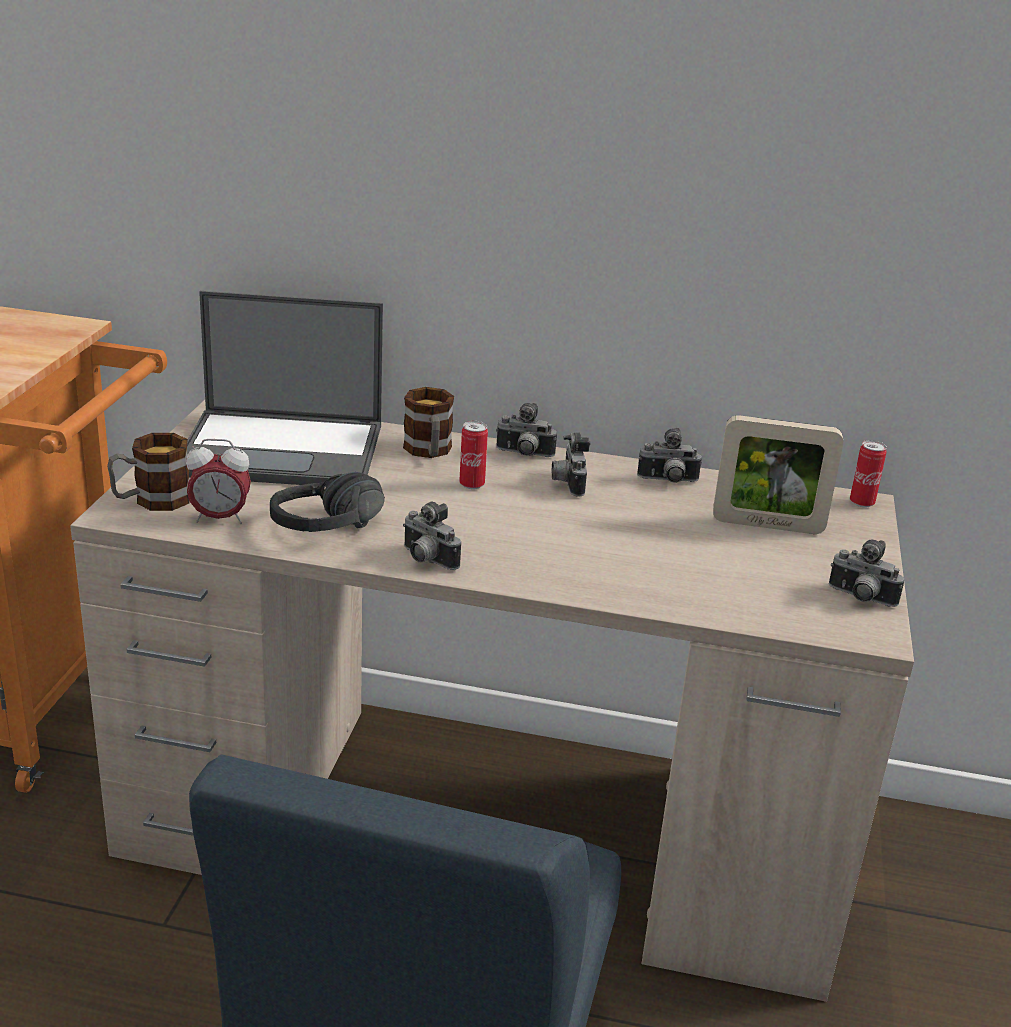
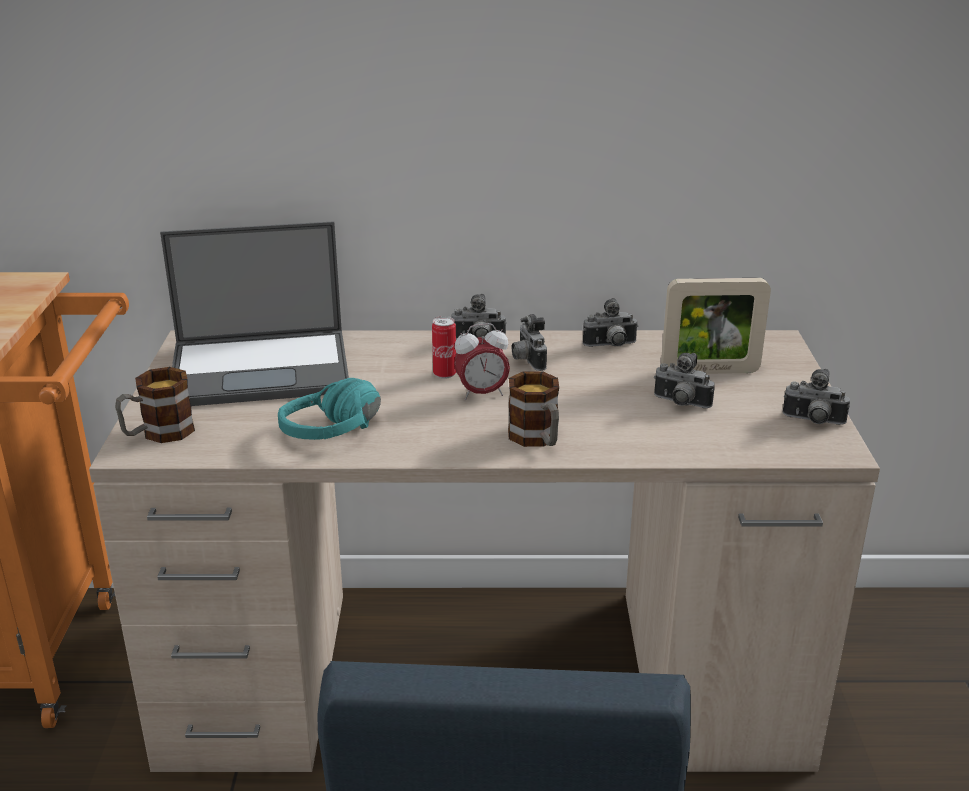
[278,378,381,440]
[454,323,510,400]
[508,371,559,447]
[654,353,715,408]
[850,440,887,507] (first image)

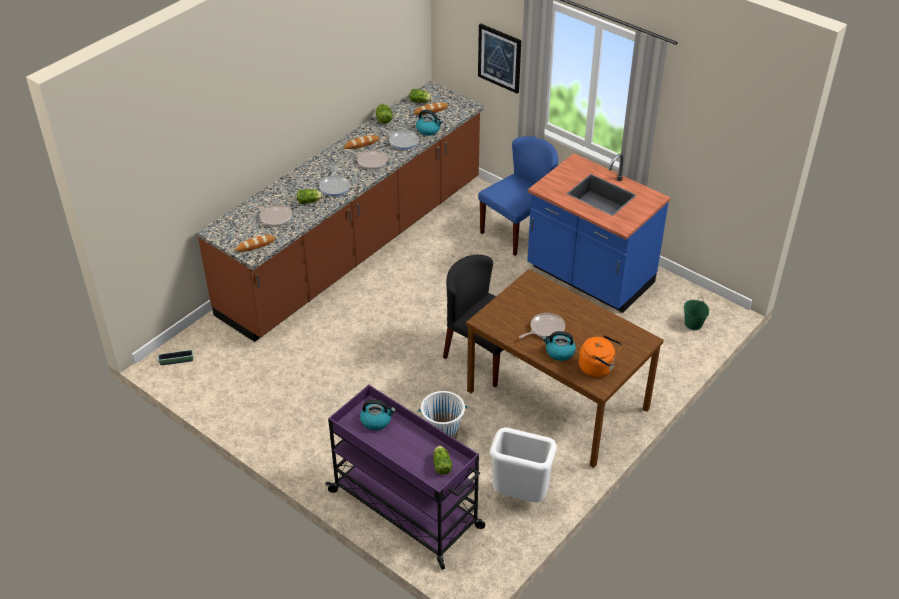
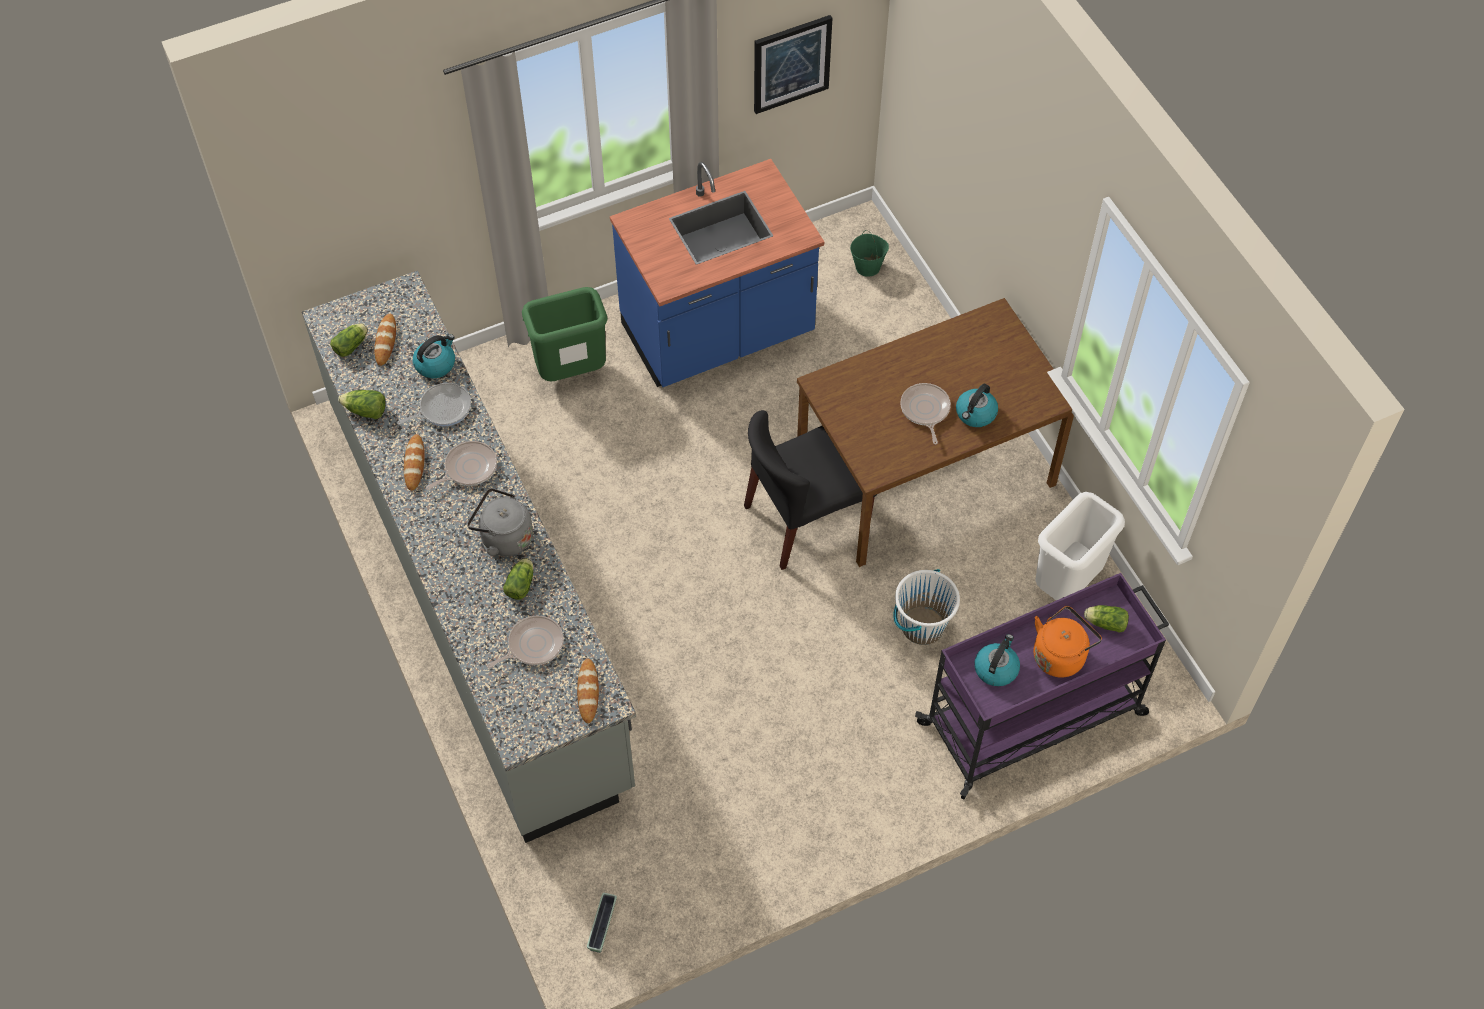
[302,271,636,843]
[467,488,533,556]
[522,287,608,381]
[754,15,832,114]
[1033,606,1102,678]

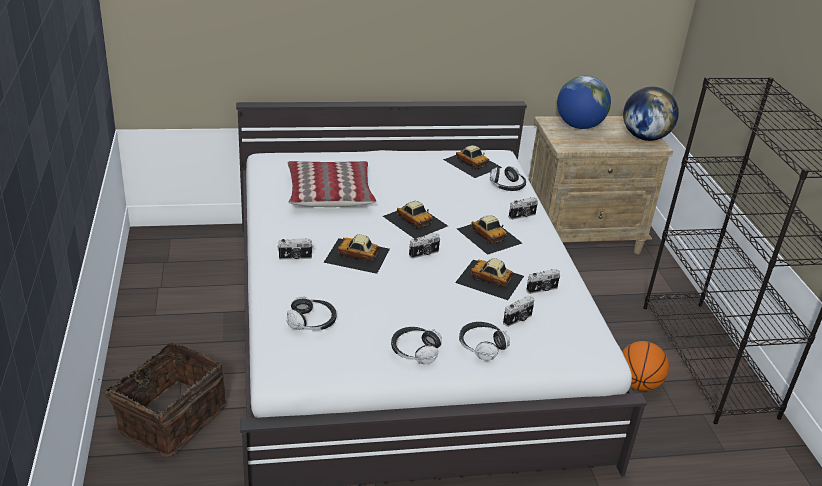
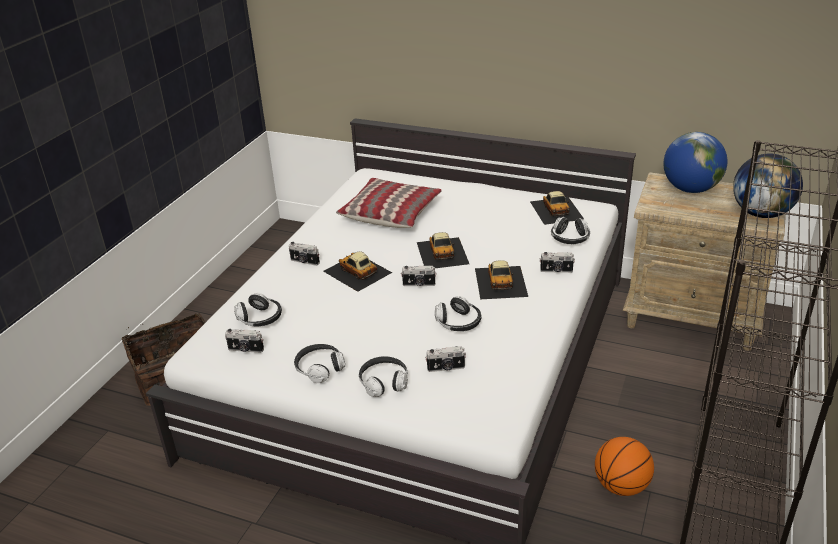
[225,329,264,353]
[435,296,482,332]

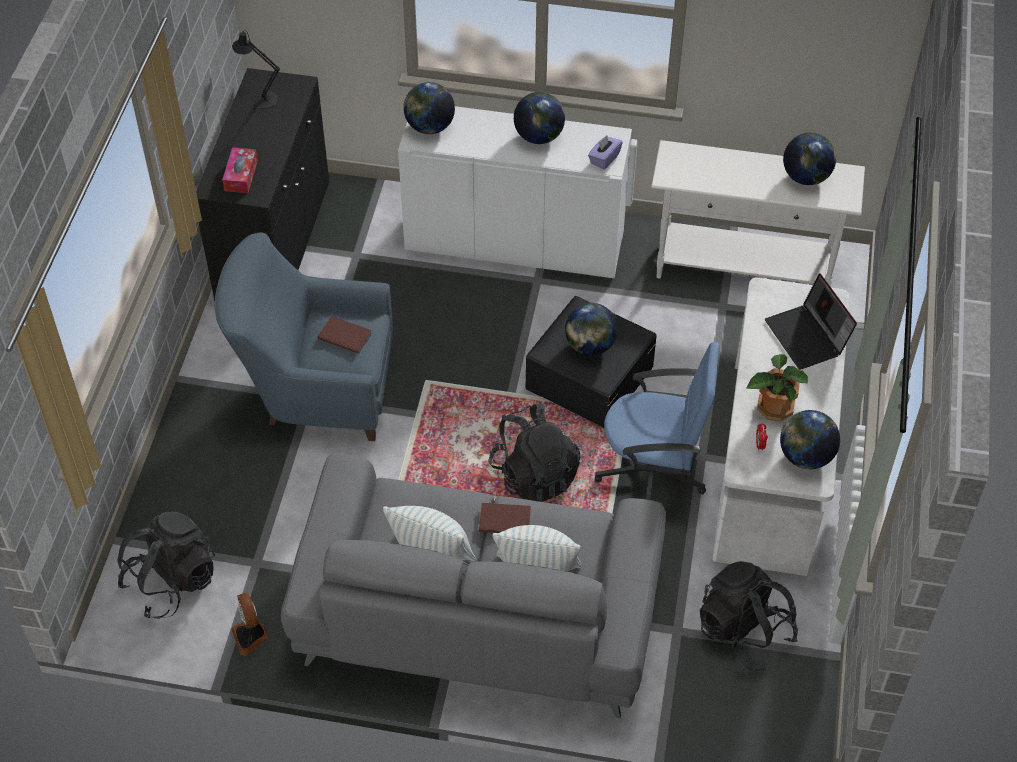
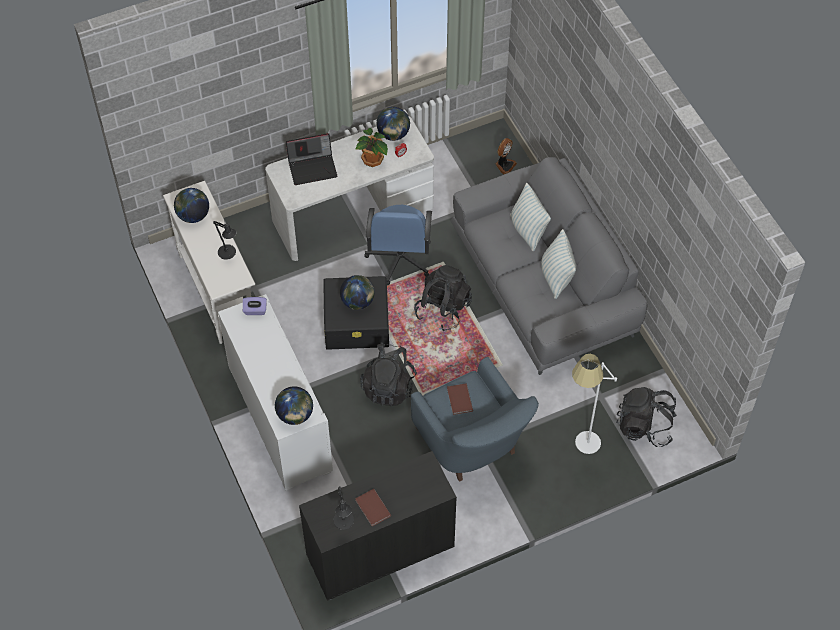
[213,221,236,260]
[286,133,337,185]
[355,489,391,526]
[360,342,417,406]
[364,205,432,285]
[495,138,517,175]
[572,354,617,454]
[222,147,258,193] (first image)
[514,92,565,144] (first image)

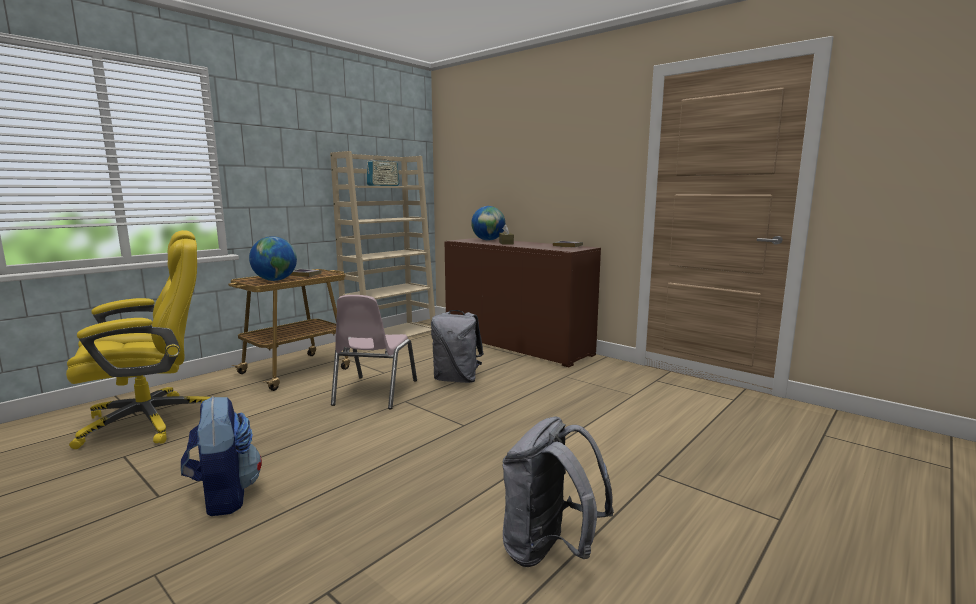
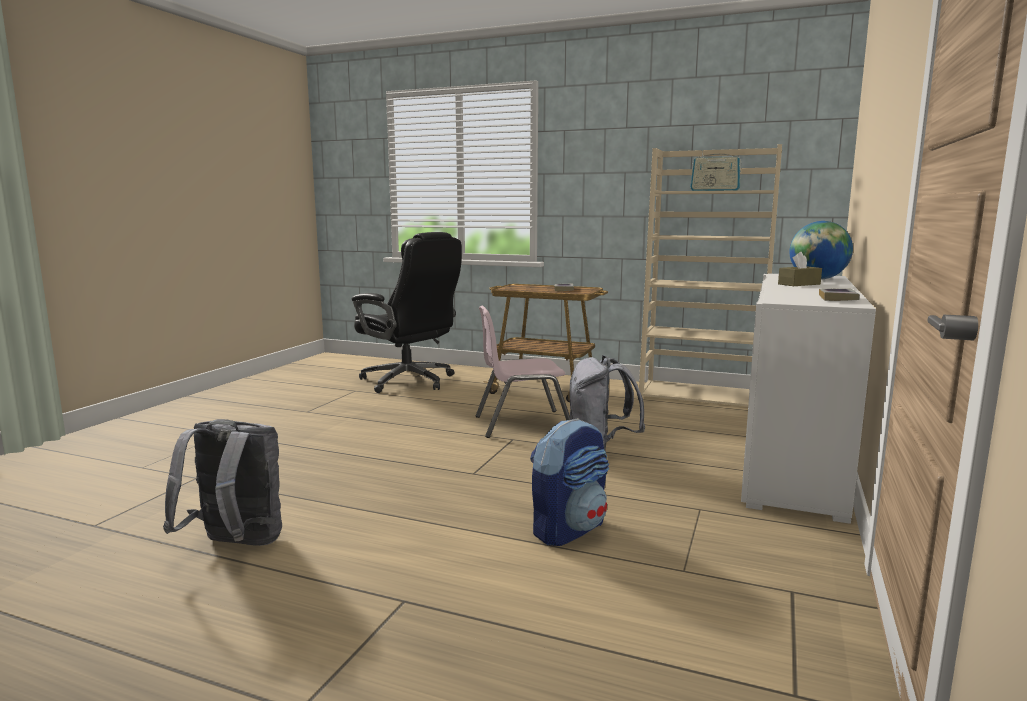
[352,232,462,393]
[530,418,609,546]
[741,273,876,524]
[249,236,297,281] (first image)

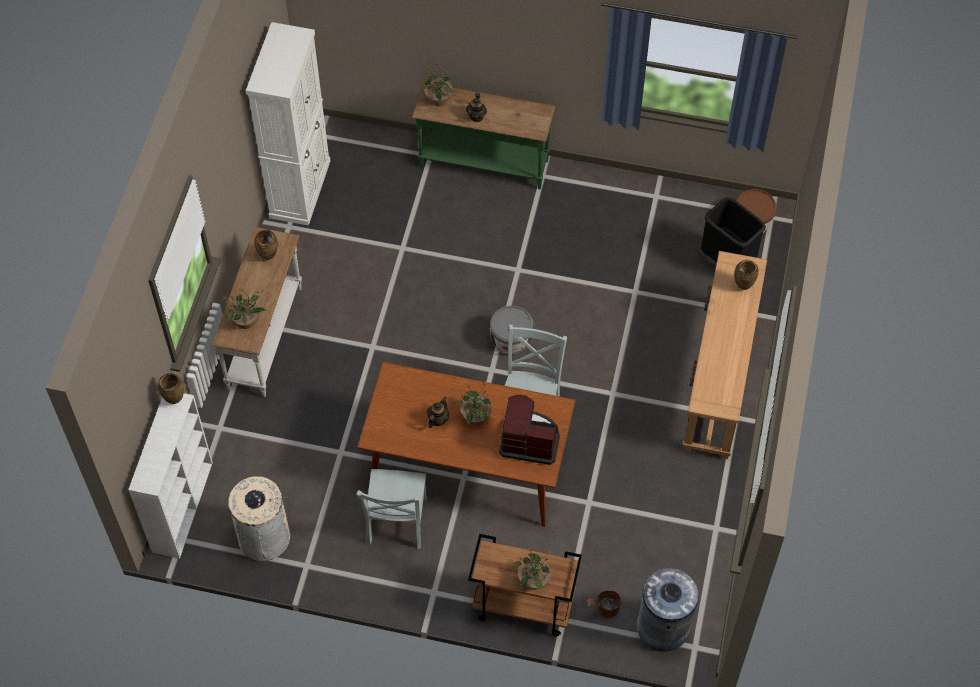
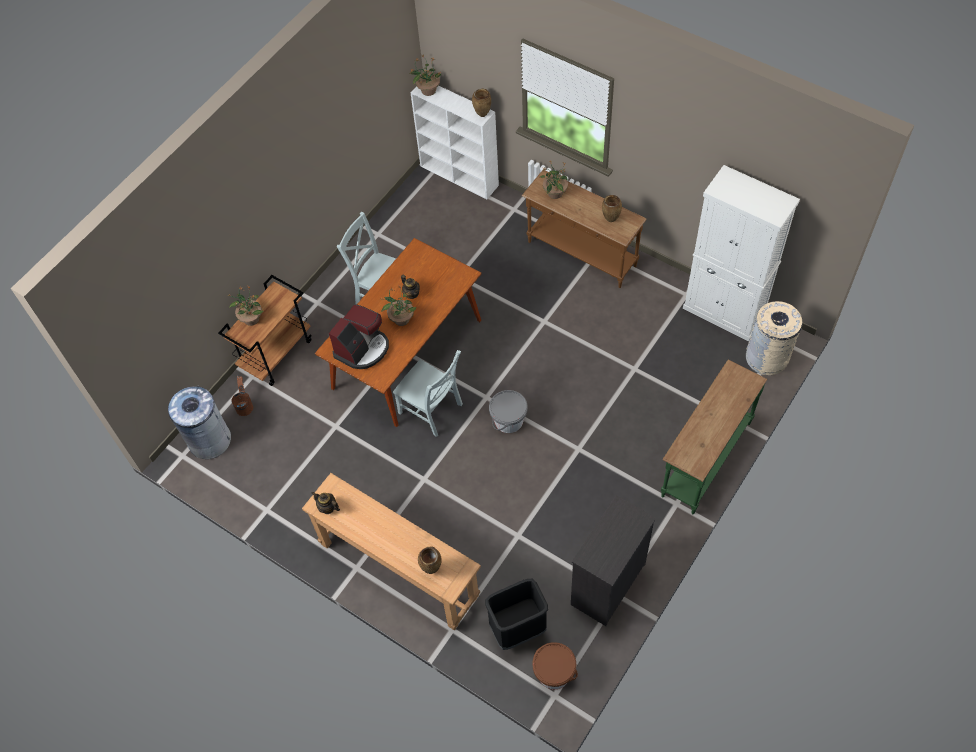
[312,492,340,514]
[409,54,441,96]
[522,170,647,288]
[571,495,656,626]
[746,301,803,375]

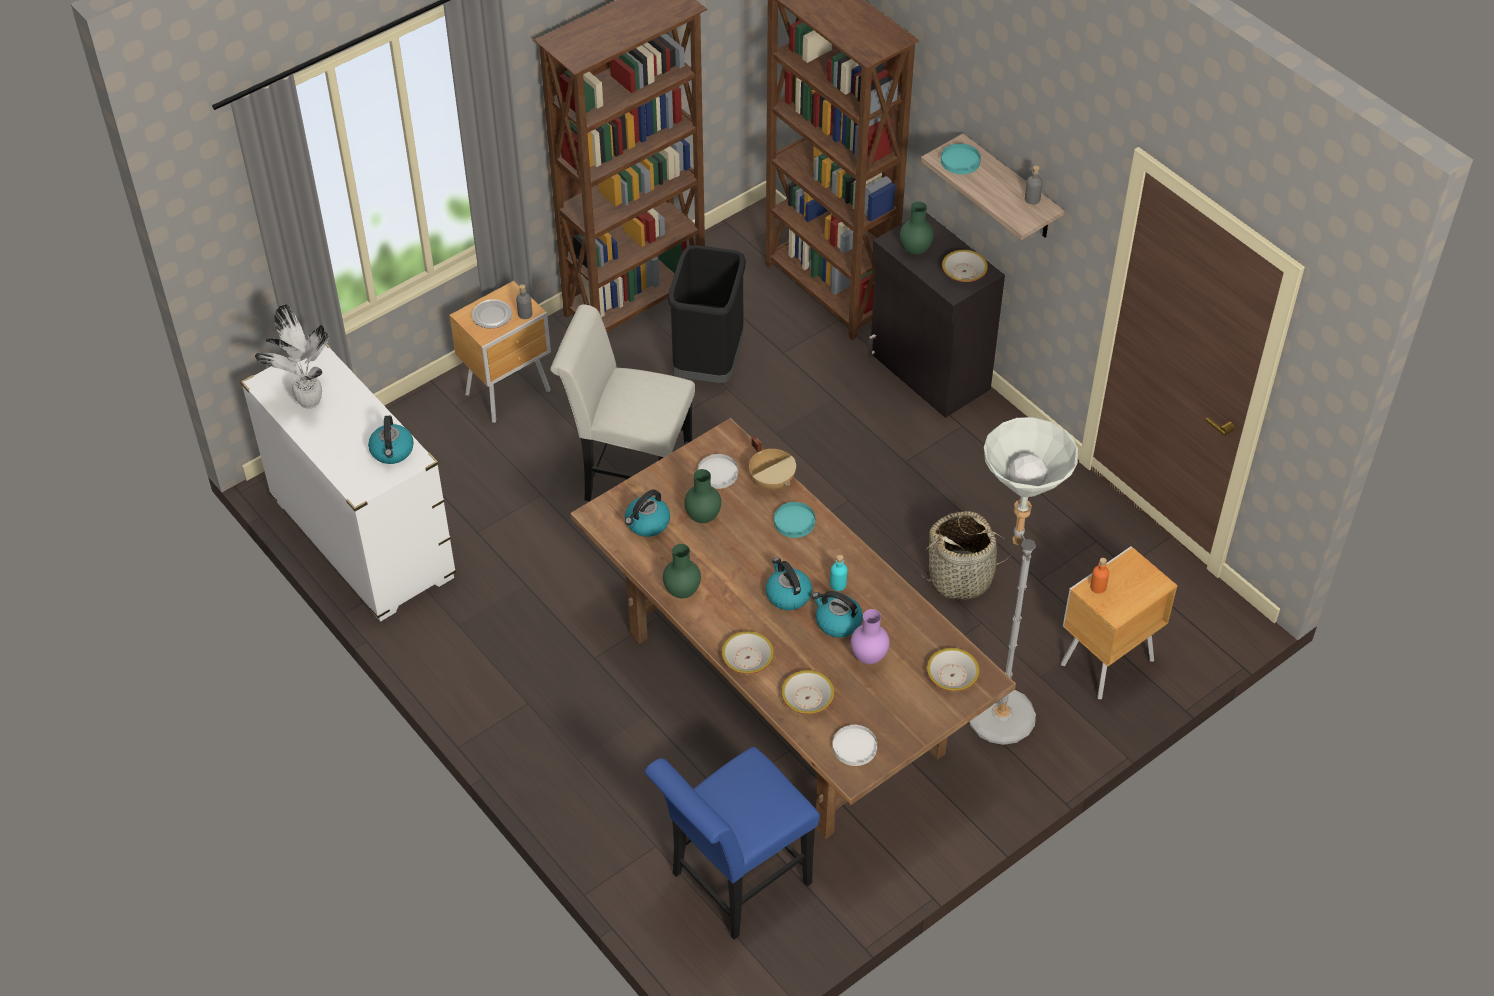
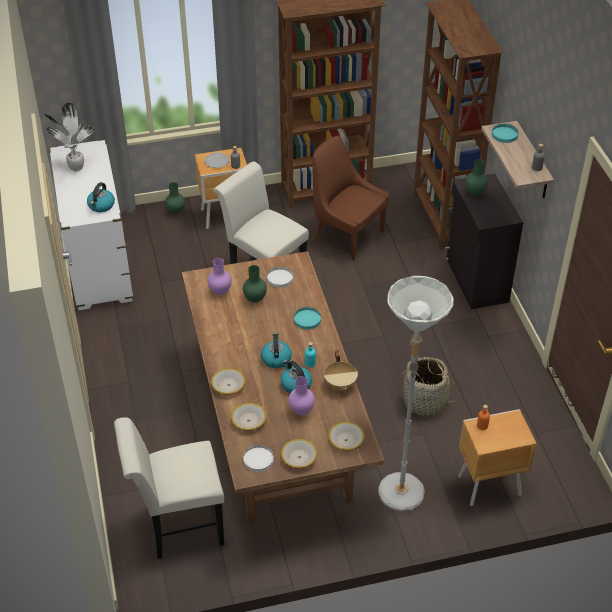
[114,417,224,559]
[165,182,185,214]
[208,258,232,295]
[281,439,318,468]
[312,136,389,260]
[324,350,358,391]

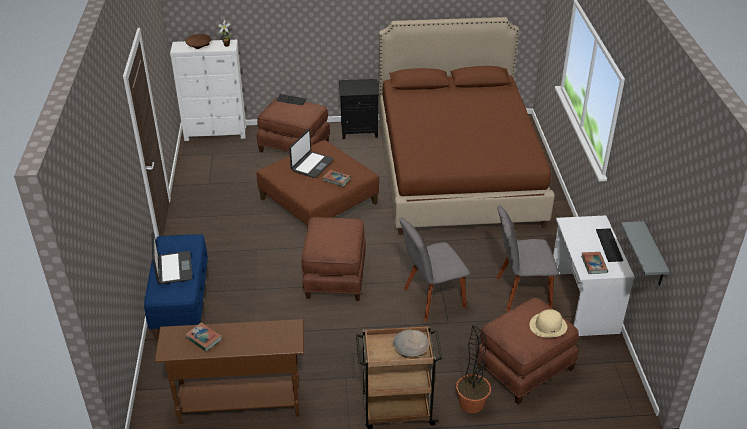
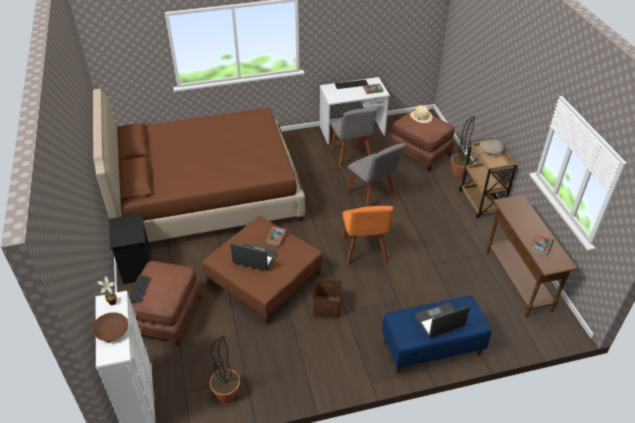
[210,336,240,403]
[313,279,342,319]
[342,206,394,265]
[621,221,670,286] (first image)

